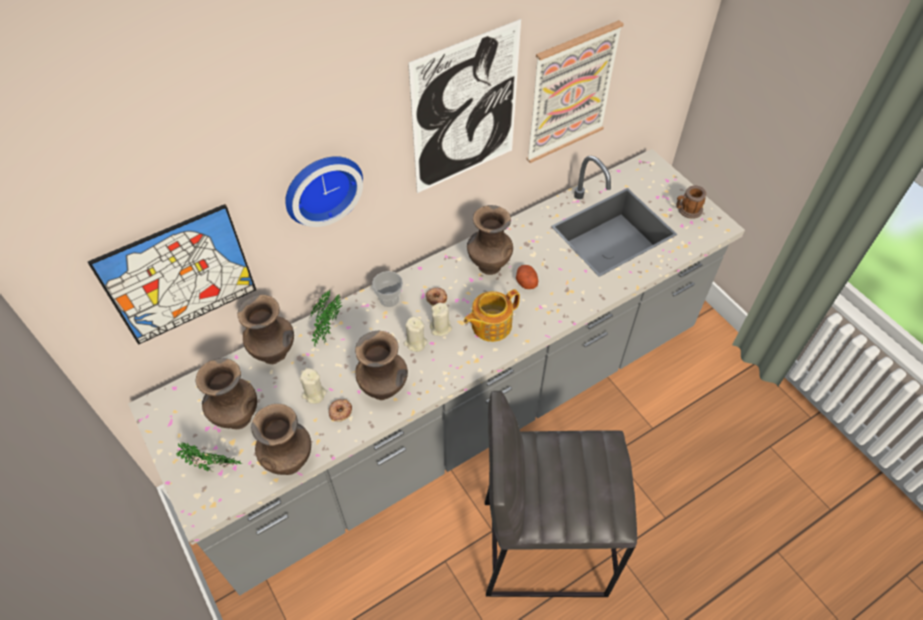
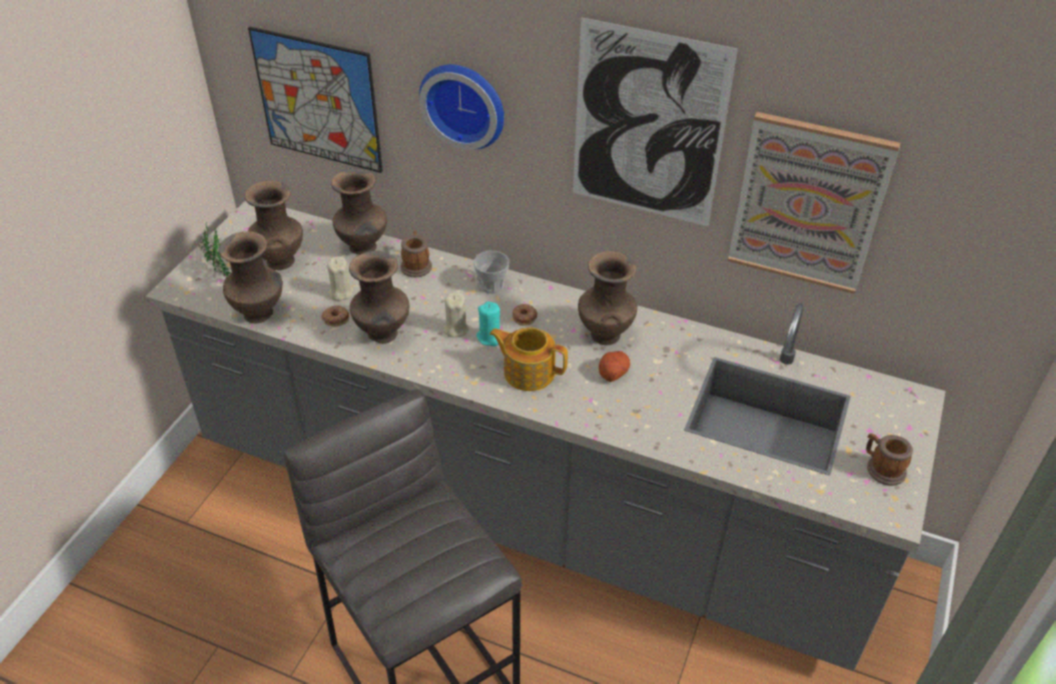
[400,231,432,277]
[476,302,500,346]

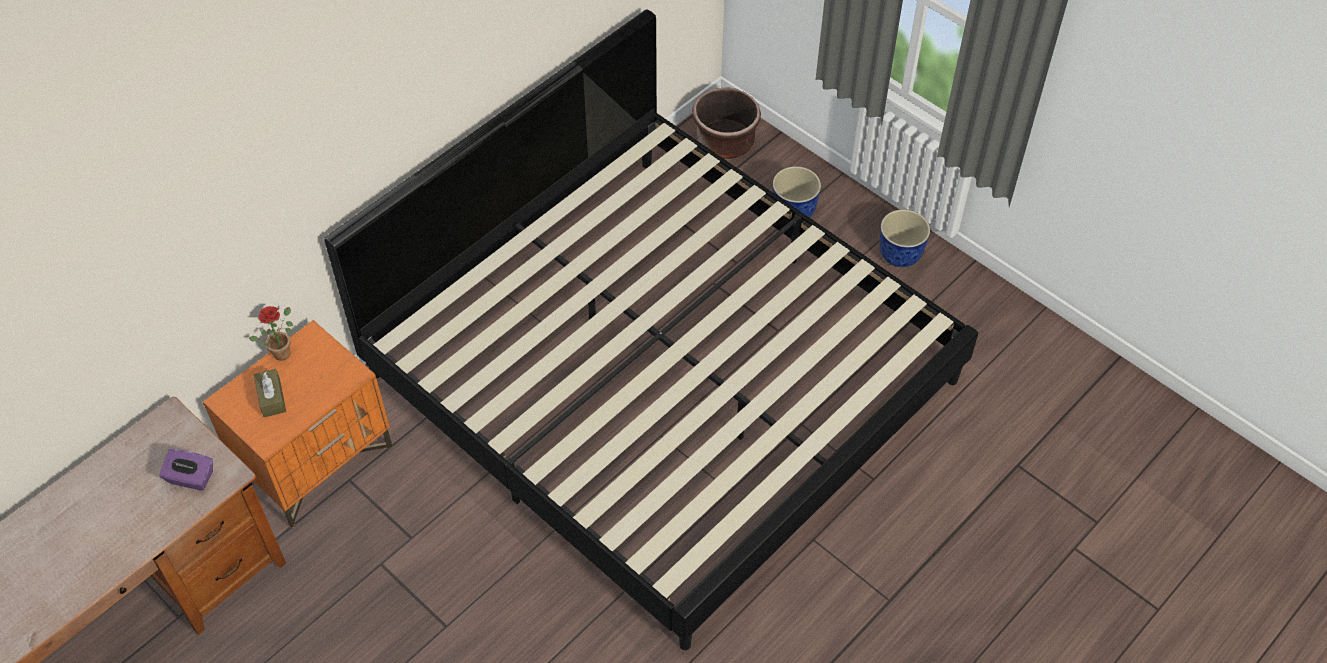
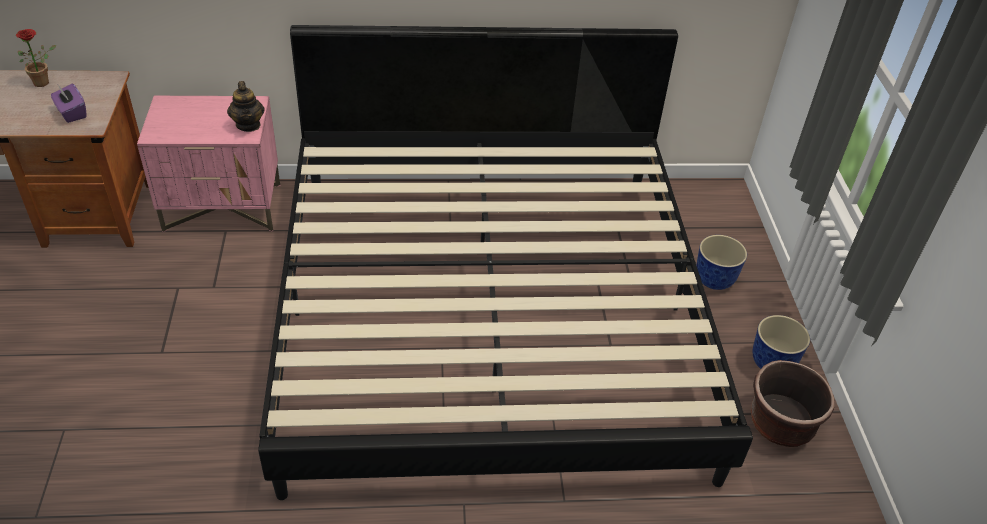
[16,29,56,87]
[137,96,280,232]
[227,81,265,132]
[750,360,834,447]
[254,369,286,417] (first image)

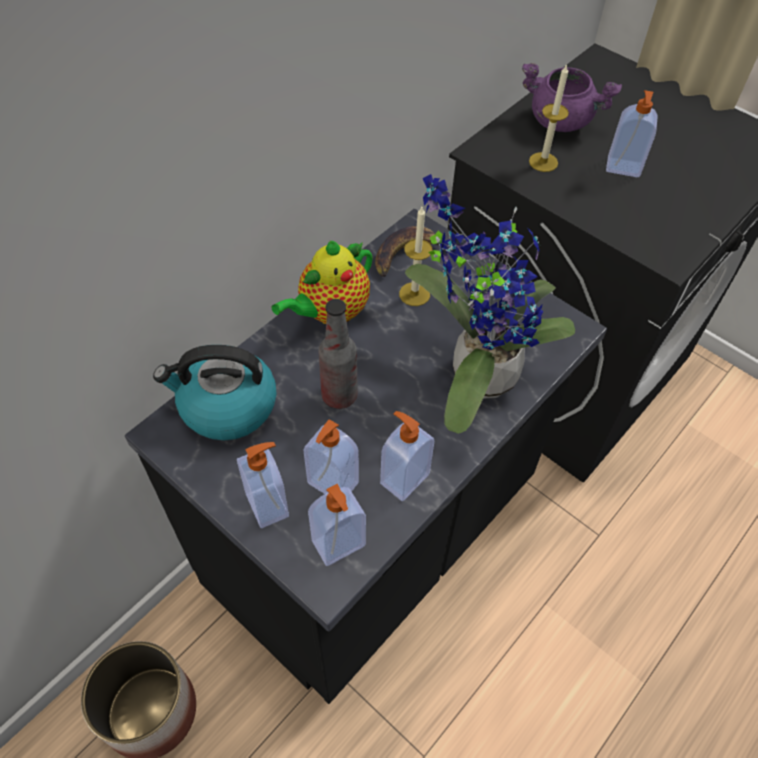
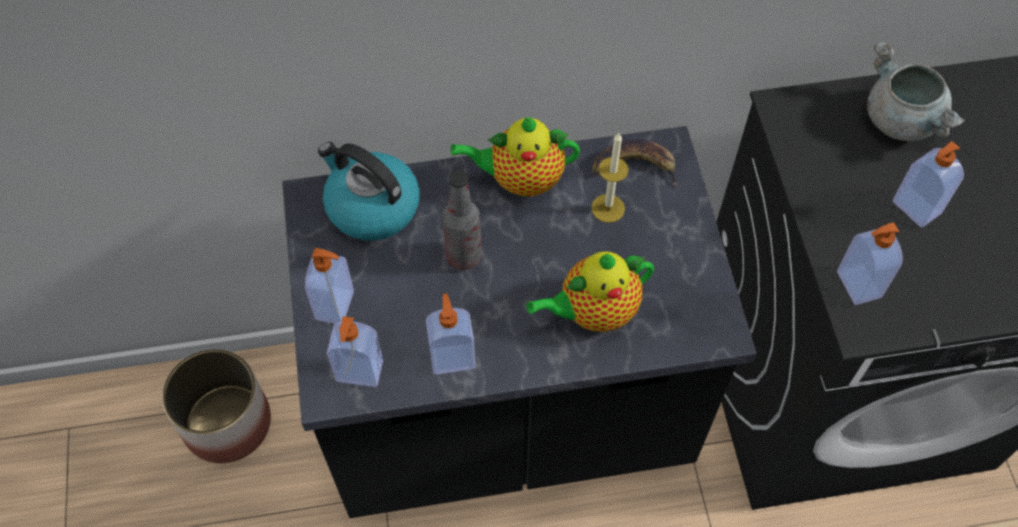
[526,251,654,332]
[837,222,903,305]
[867,41,965,141]
[529,64,569,172] (first image)

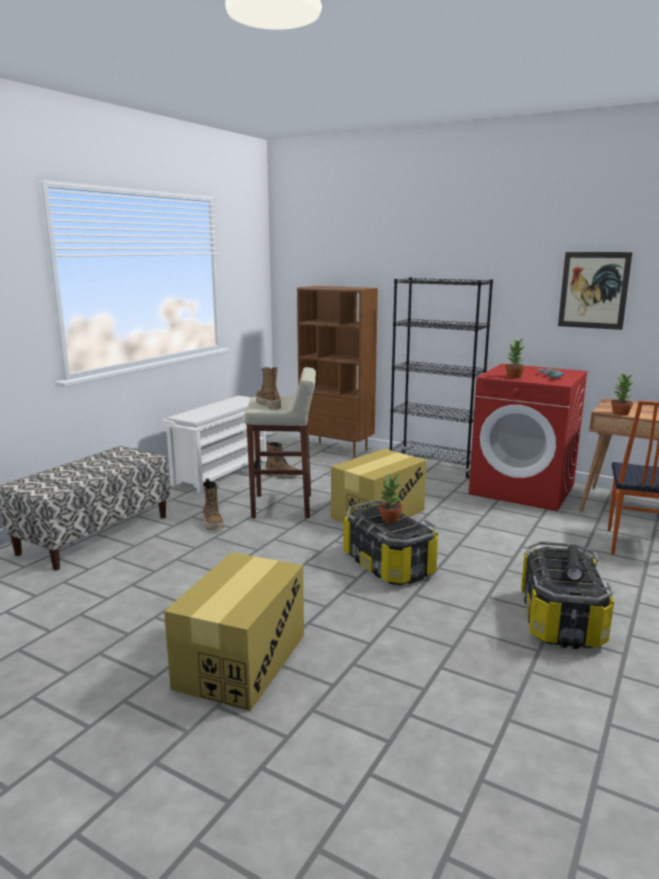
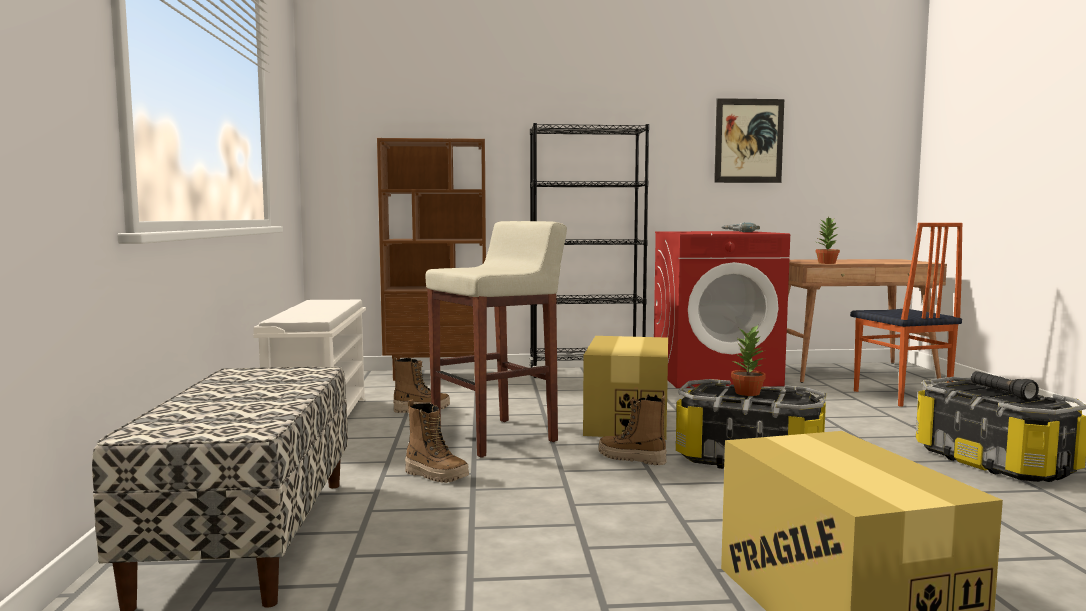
[598,396,667,465]
[505,338,525,378] (first image)

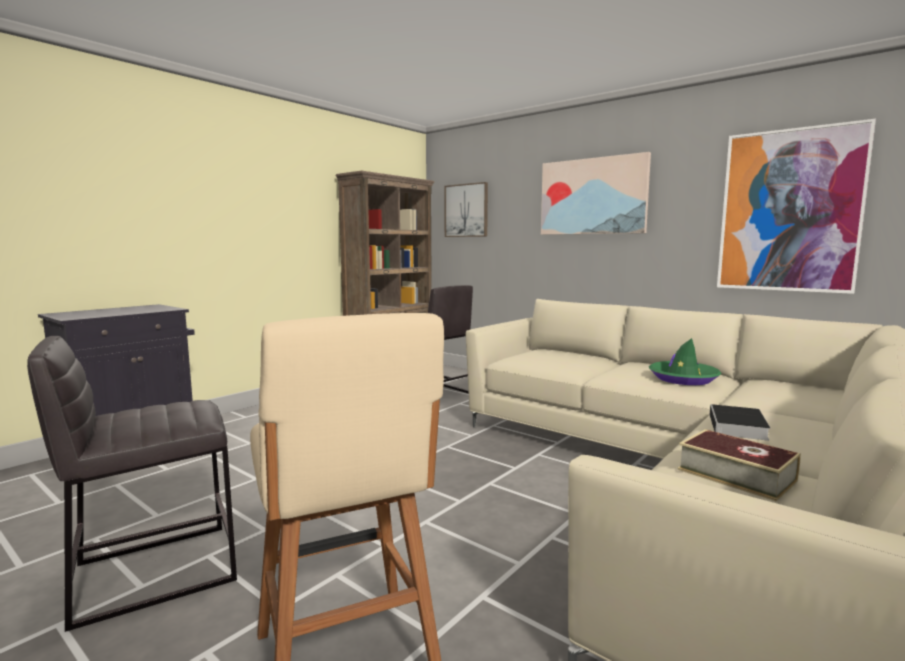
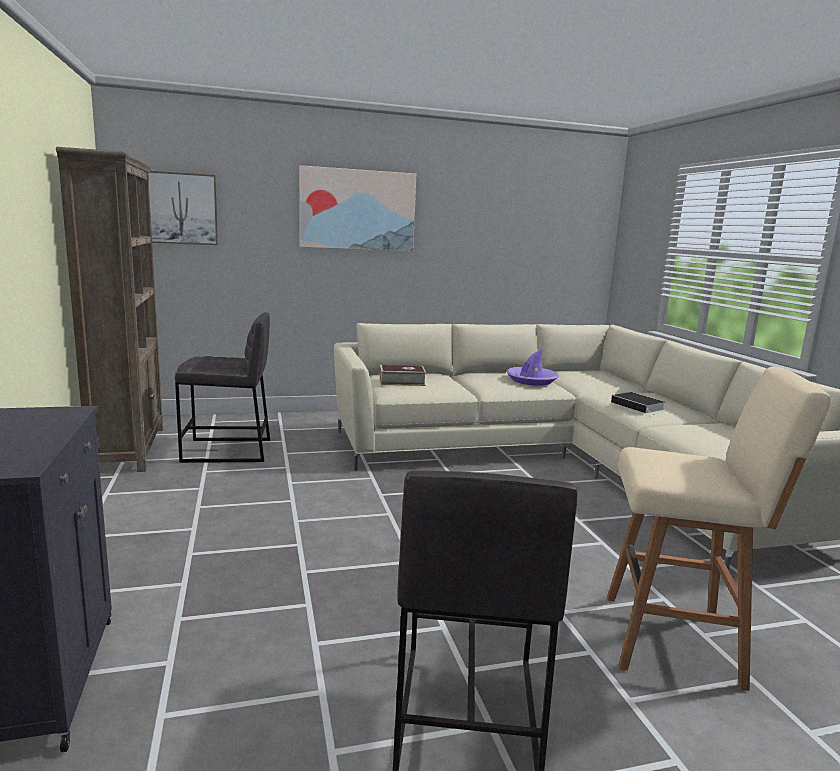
[380,365,426,386]
[506,348,559,386]
[717,119,876,294] (first image)

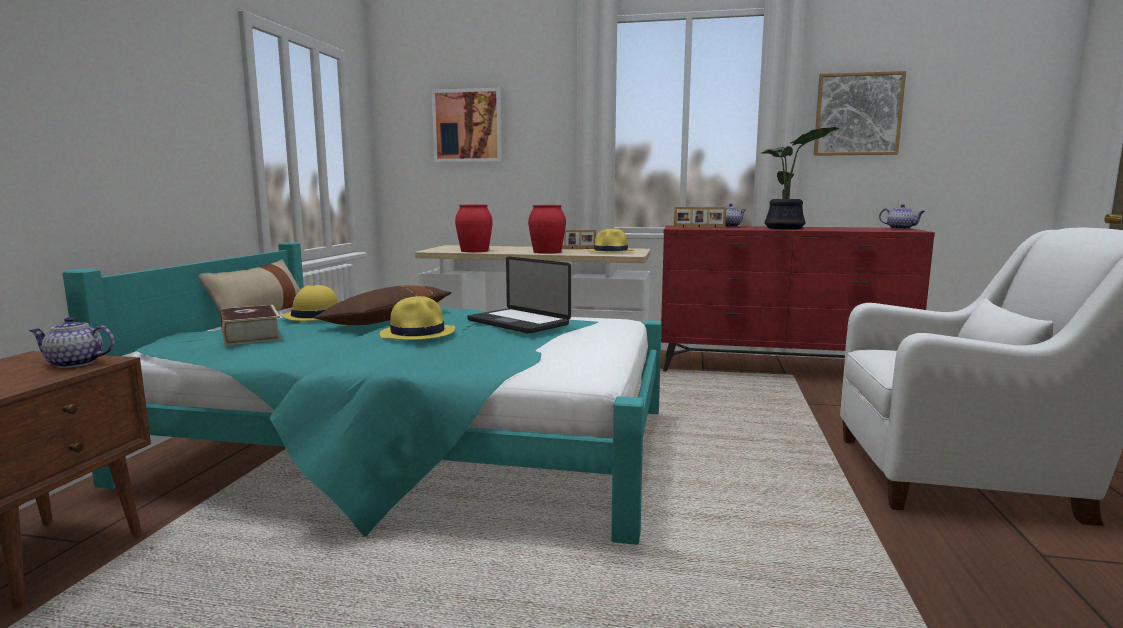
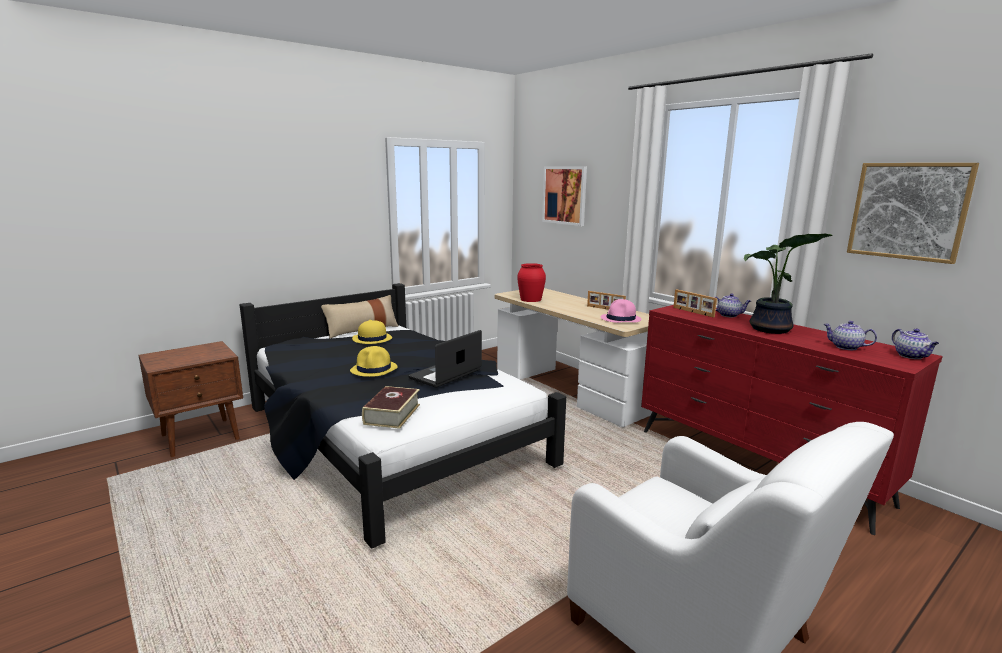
[240,283,566,548]
[362,386,420,429]
[408,330,482,388]
[601,299,641,323]
[823,321,877,350]
[314,285,452,325] (first image)
[528,205,566,254] (first image)

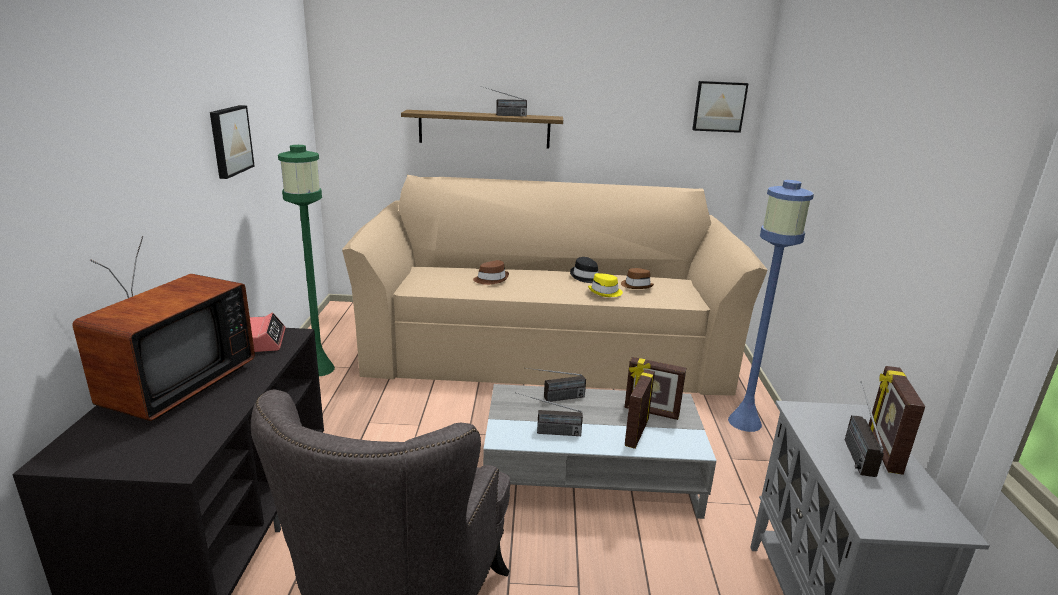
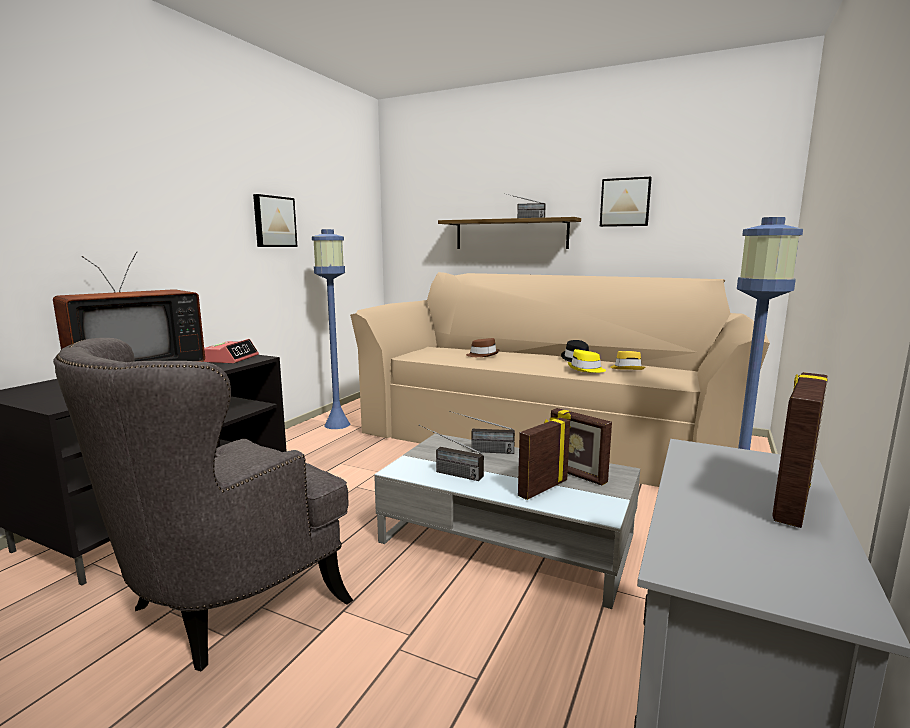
[312,229,350,429]
[600,177,652,227]
[610,351,645,370]
[845,381,884,477] (first image)

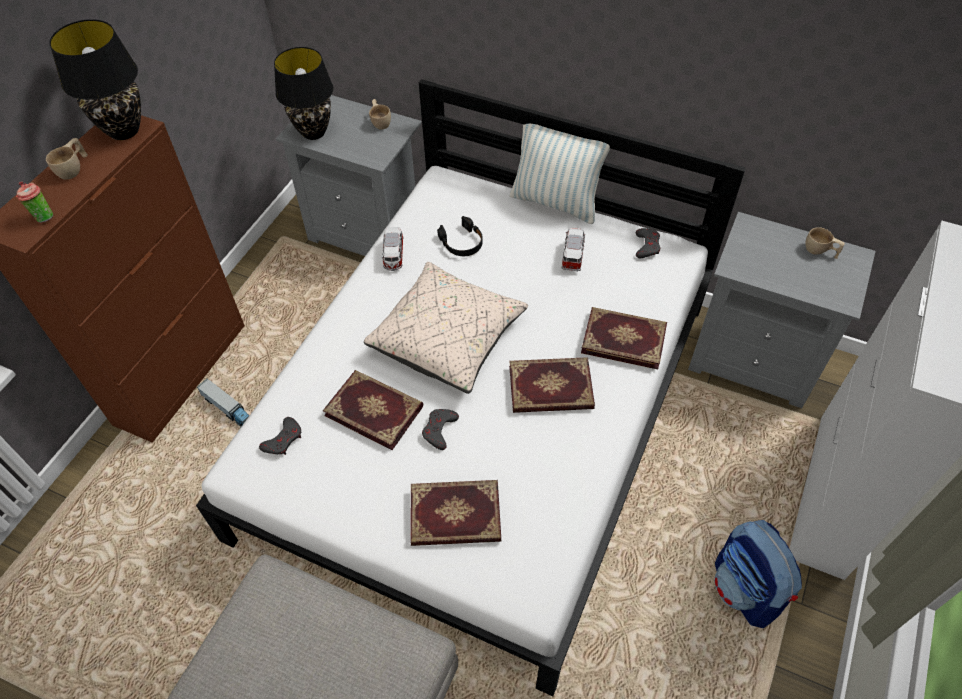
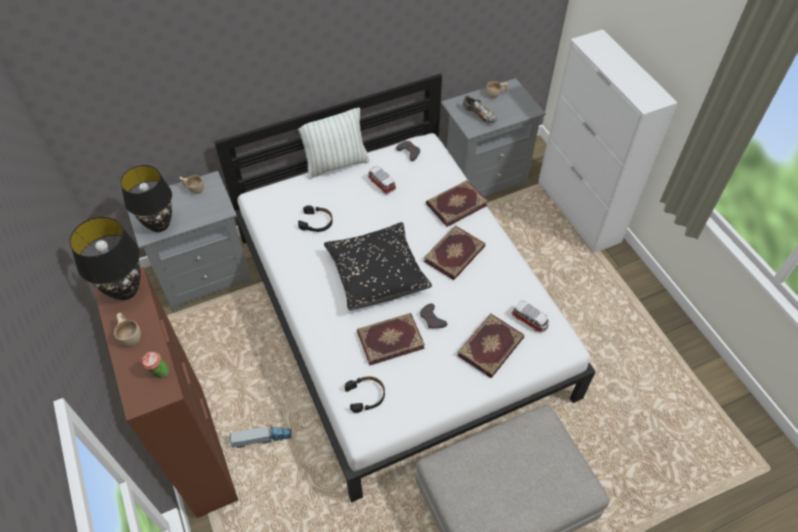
[324,222,432,311]
[345,376,385,413]
[463,95,497,123]
[512,300,549,333]
[714,520,802,628] (first image)

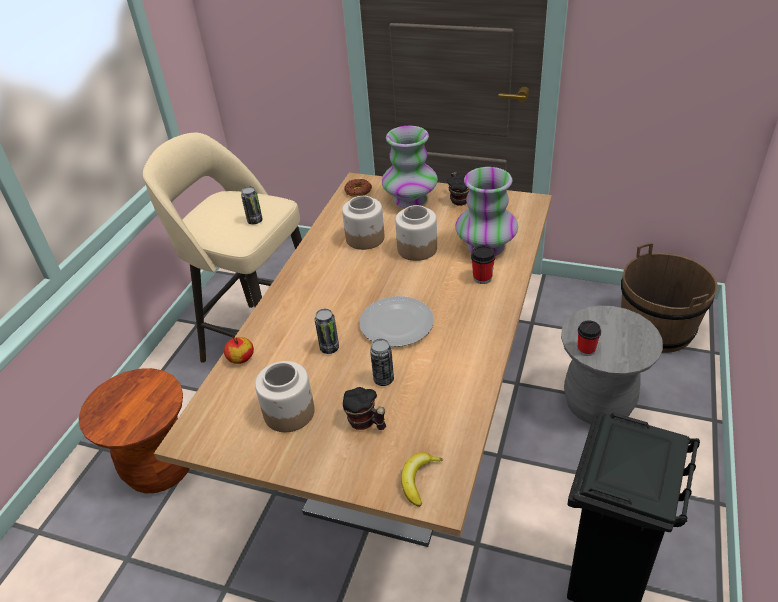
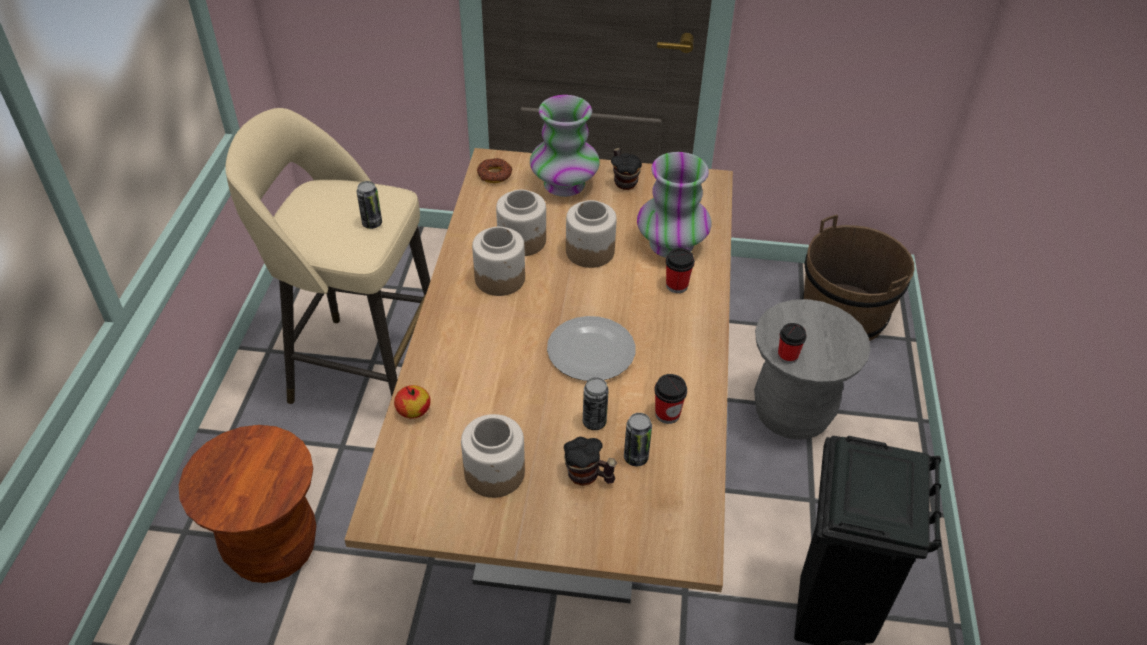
[472,227,525,296]
[624,413,652,466]
[654,374,687,424]
[401,452,444,507] (first image)

